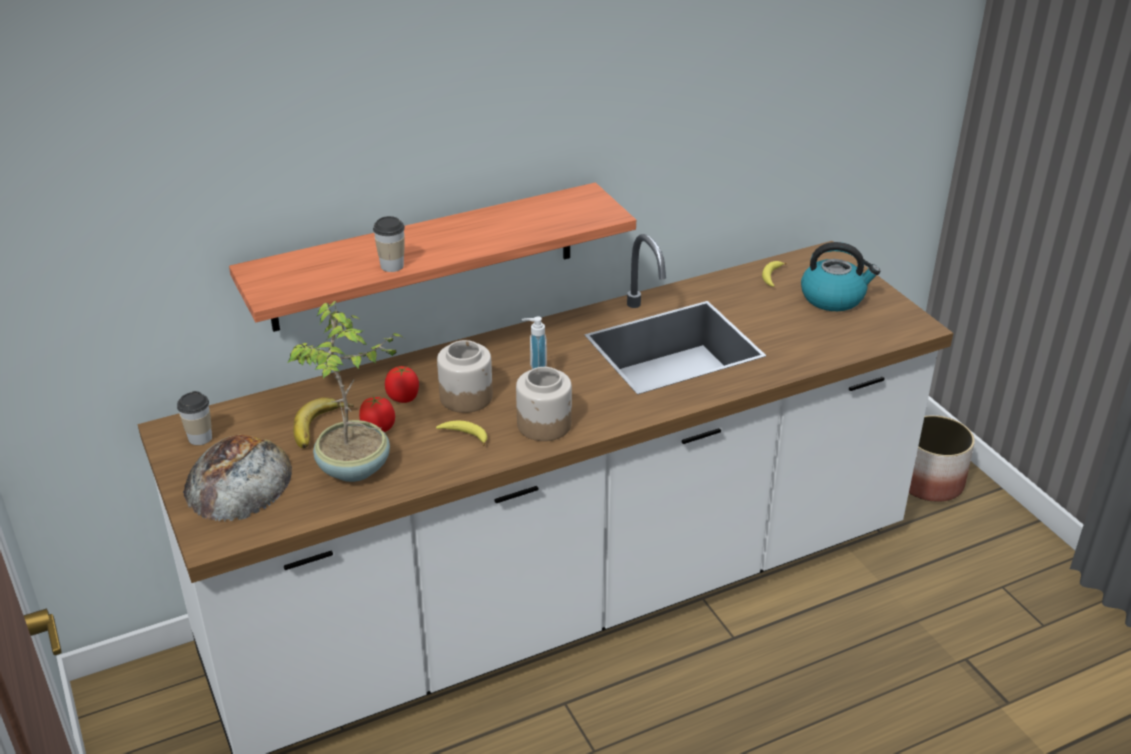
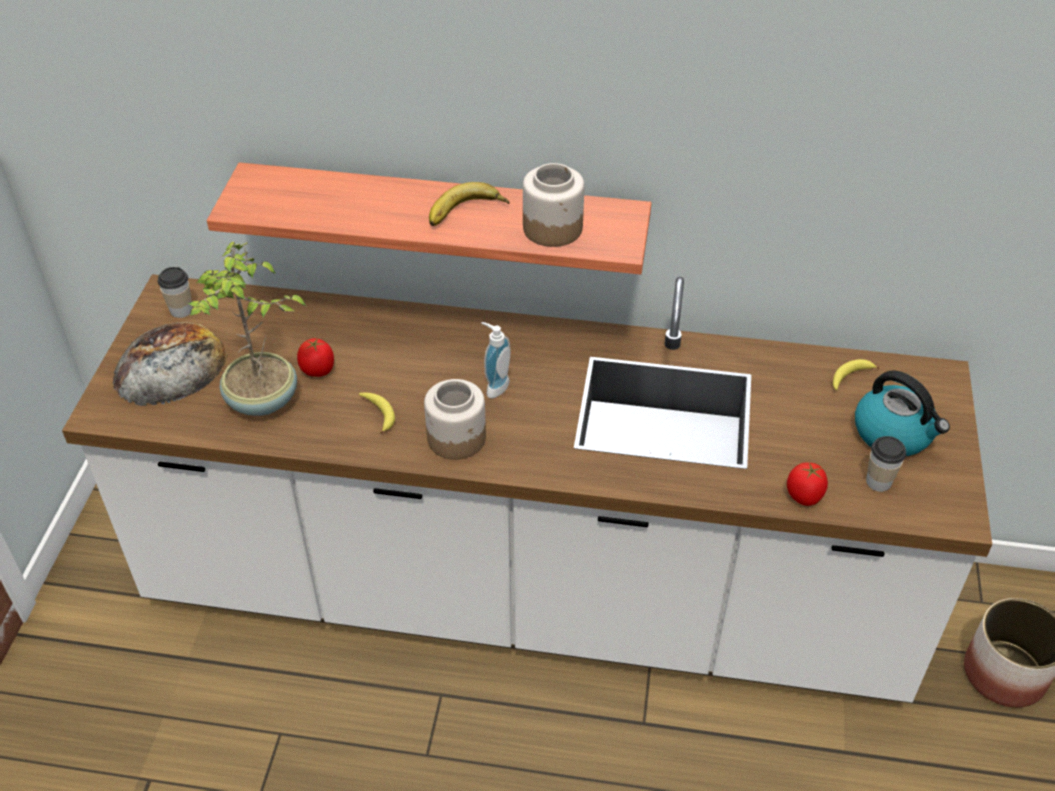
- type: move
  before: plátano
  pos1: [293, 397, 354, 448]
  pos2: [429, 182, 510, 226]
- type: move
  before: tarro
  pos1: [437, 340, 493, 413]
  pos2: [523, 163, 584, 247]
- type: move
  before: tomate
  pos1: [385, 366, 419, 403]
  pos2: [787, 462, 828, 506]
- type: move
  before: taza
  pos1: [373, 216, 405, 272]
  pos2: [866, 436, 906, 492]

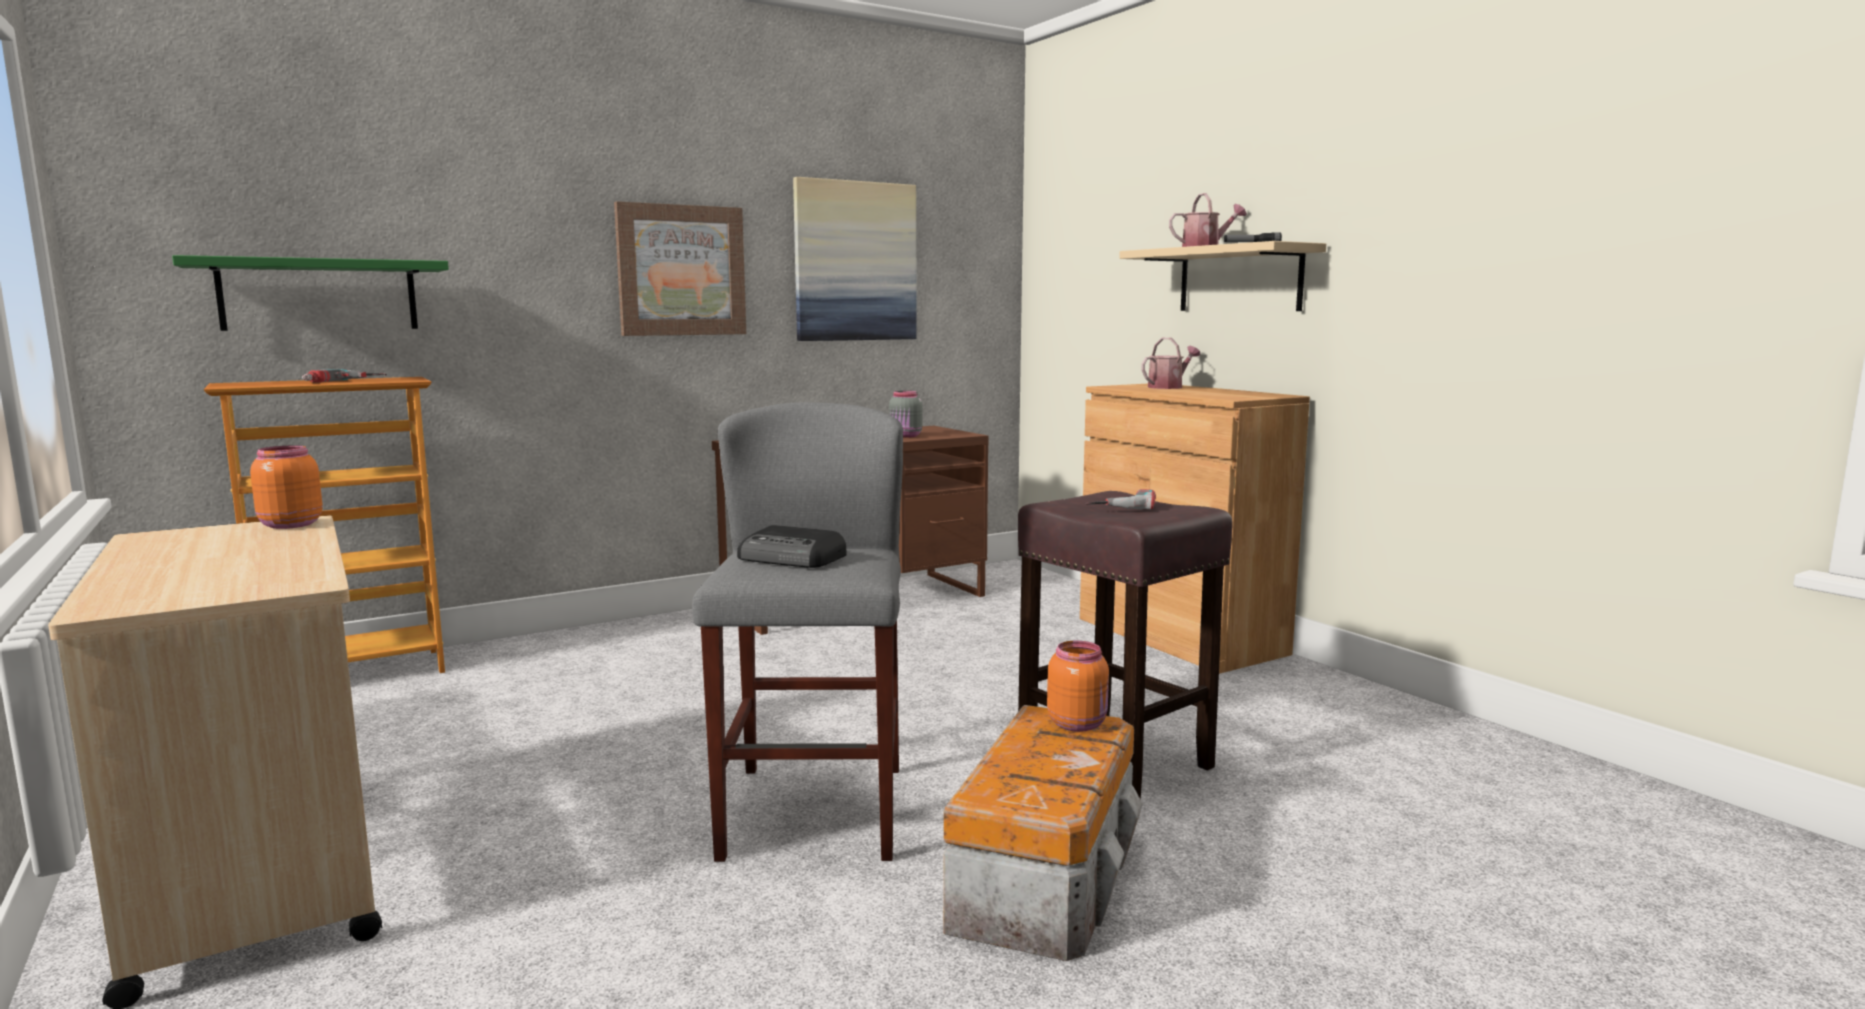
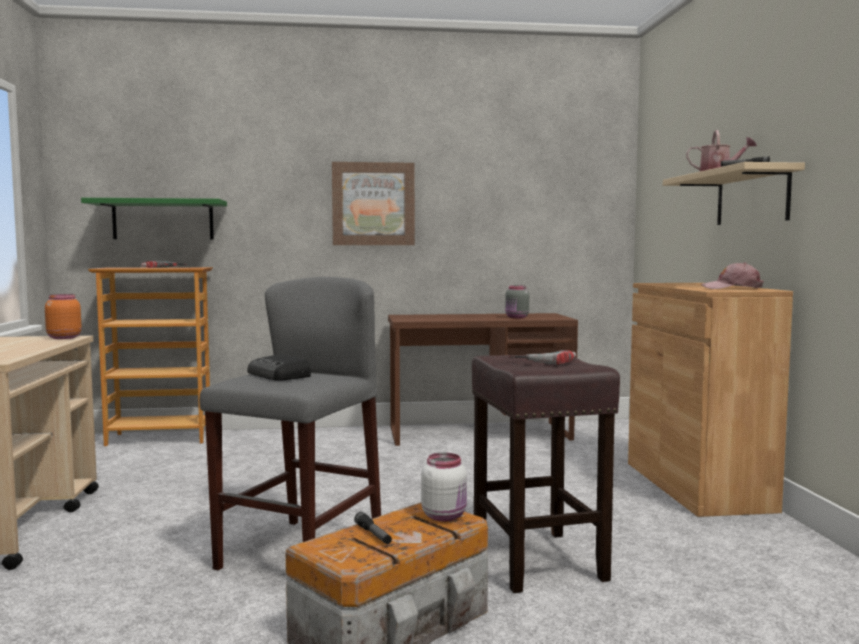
- type: insert
  after: linterna
  pos2: [354, 512, 392, 544]
- type: recolor
  before: tarro (naranja)
  after: tarro (blanco)
  pos1: [1047, 641, 1109, 732]
  pos2: [421, 452, 467, 521]
- type: insert
  after: gorra (rosa)
  pos2: [701, 262, 764, 289]
- type: delete
  before: cuadro
  pos1: [793, 177, 917, 341]
- type: delete
  before: regadera
  pos1: [1141, 338, 1200, 389]

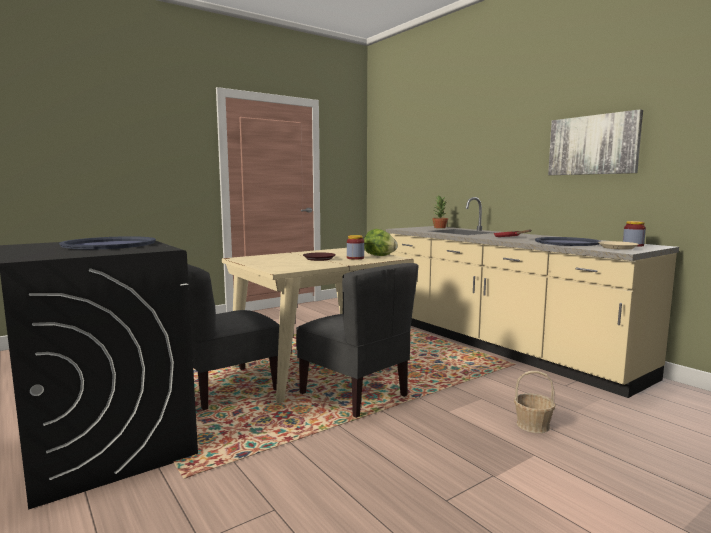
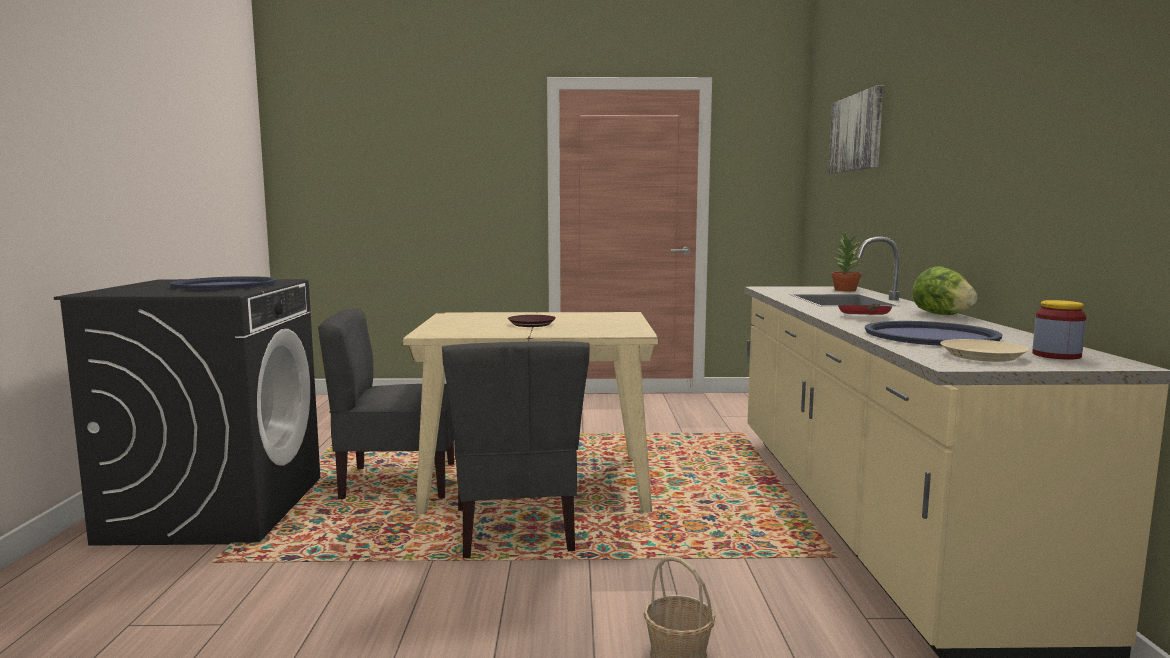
- type: move
  before: cuadro
  pos1: [548, 109, 643, 175]
  pos2: [828, 86, 883, 173]
- type: move
  before: lechuga
  pos1: [364, 229, 398, 256]
  pos2: [912, 266, 977, 315]
- type: delete
  before: tarro
  pos1: [347, 235, 364, 260]

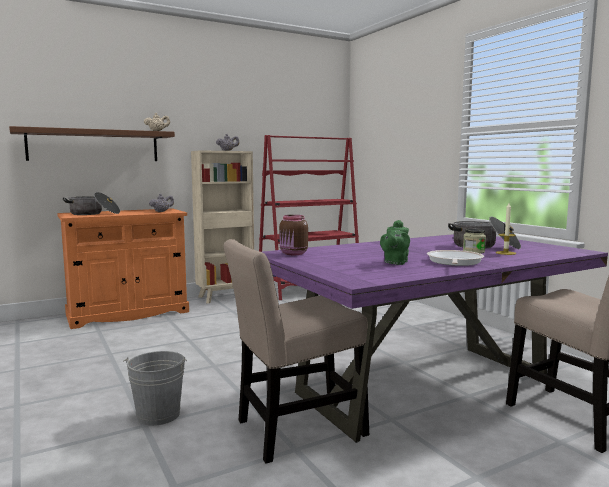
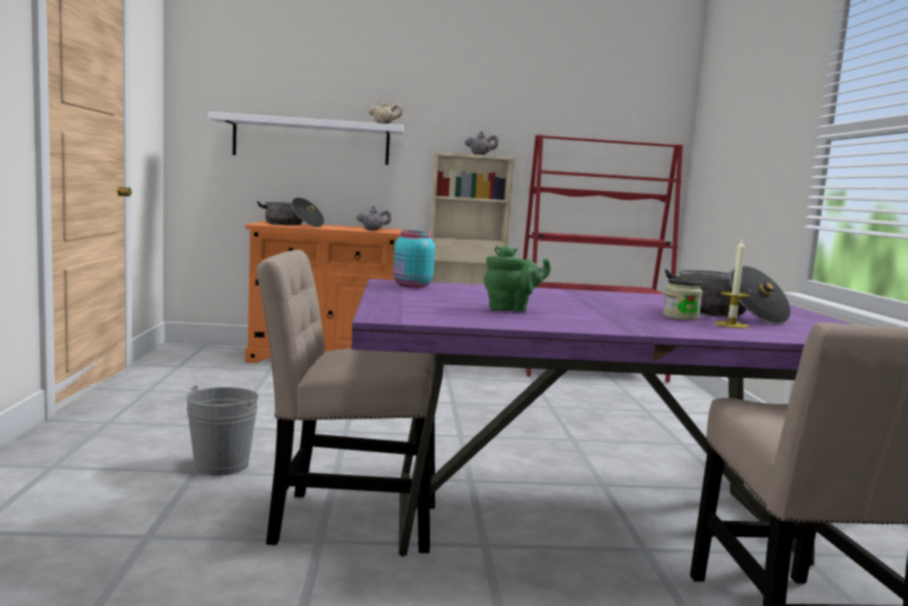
- type: recolor
  before: estante (marrón)
  after: estante (blanco)
  pos1: [9, 126, 175, 161]
  pos2: [208, 112, 404, 165]
- type: recolor
  before: tarro (marrón)
  after: tarro (turquesa)
  pos1: [279, 215, 308, 255]
  pos2: [393, 231, 435, 288]
- type: rotate
  before: tetera (verde)
  pos1: [380, 220, 410, 265]
  pos2: [484, 246, 551, 311]
  turn: -150
- type: delete
  before: sartén
  pos1: [427, 250, 484, 266]

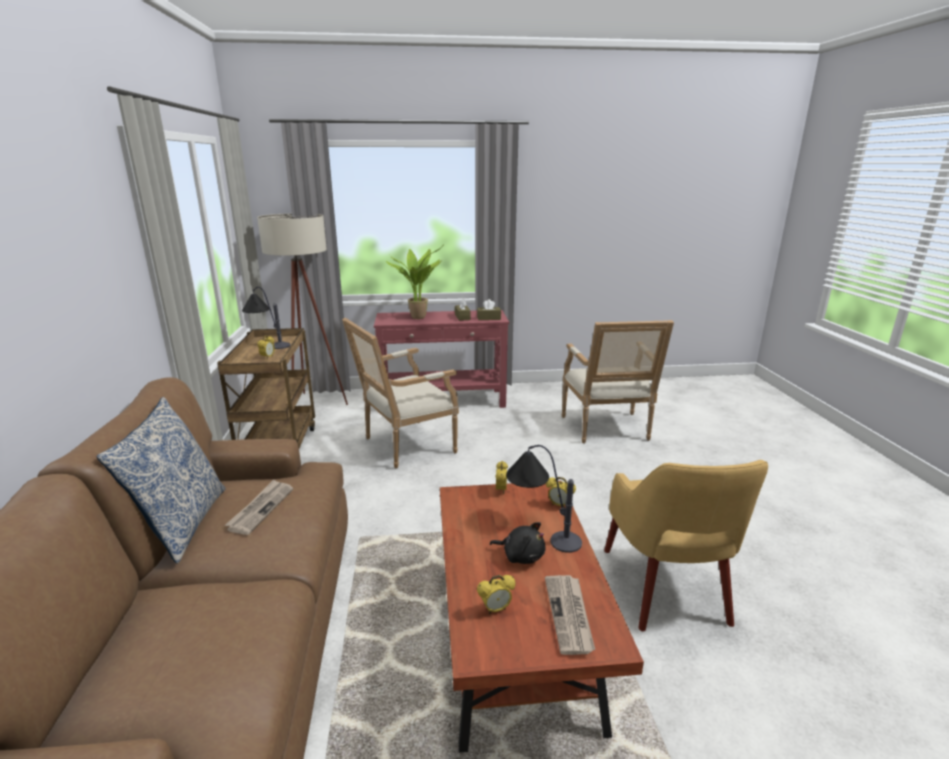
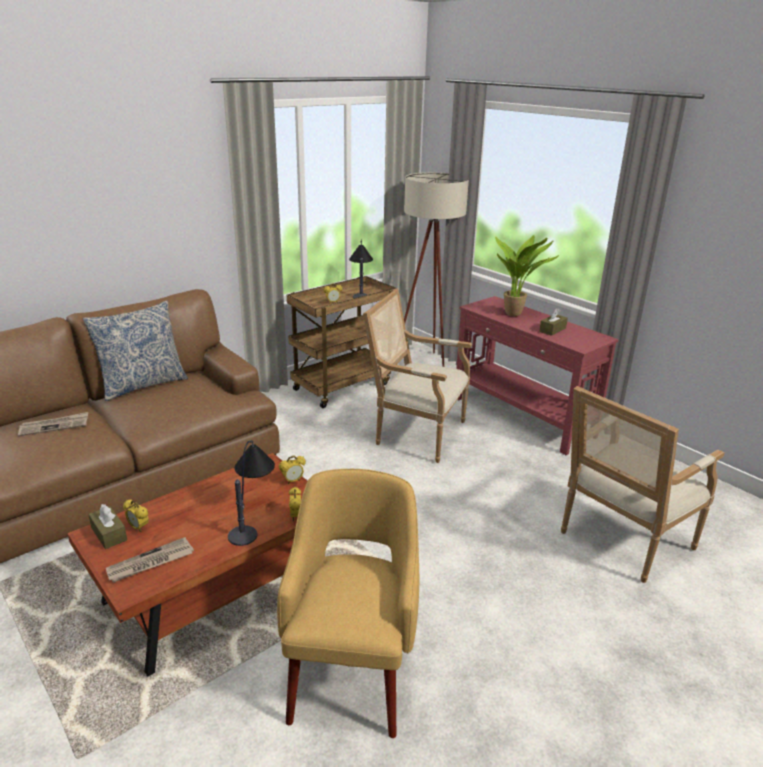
- type: move
  before: periódico
  pos1: [225, 479, 293, 535]
  pos2: [18, 412, 88, 436]
- type: move
  before: caja de pañuelos (marrón)
  pos1: [477, 299, 501, 320]
  pos2: [88, 504, 127, 549]
- type: rotate
  before: sillón (amarillo)
  pos1: [604, 460, 768, 631]
  pos2: [277, 469, 419, 738]
  turn: 135
- type: delete
  before: peluche (negro)
  pos1: [490, 522, 546, 564]

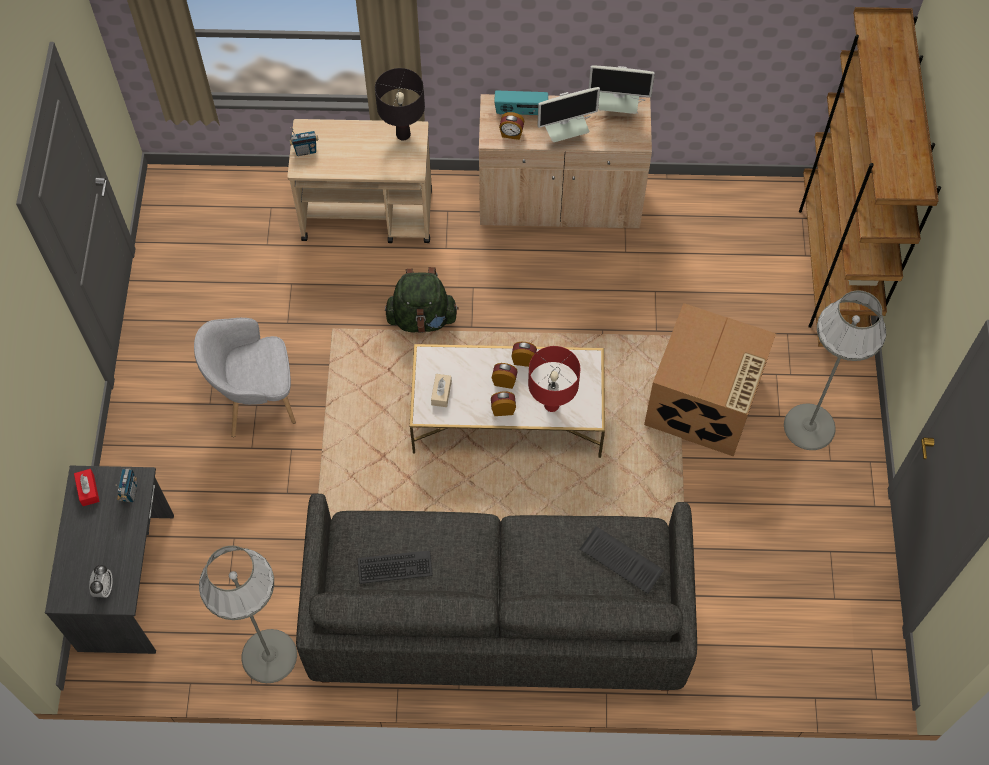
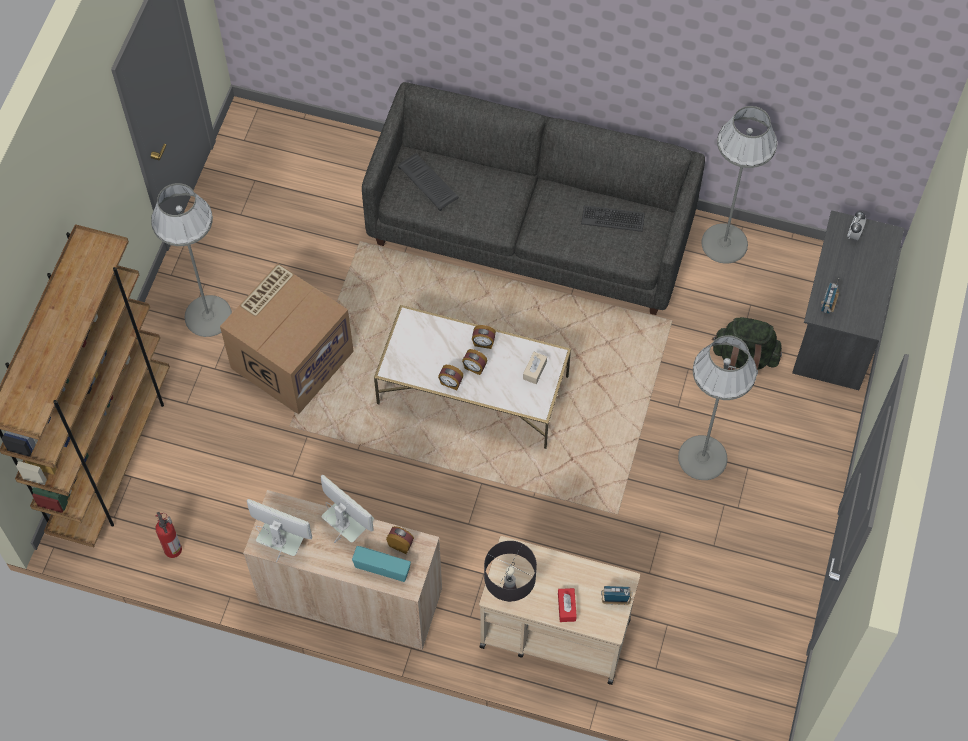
- type: insert
  after: extintor
  pos2: [155, 512, 182, 558]
- type: rotate
  before: monitor
  pos1: [537, 87, 600, 142]
  pos2: [321, 475, 374, 543]
  turn: 45
- type: move
  before: caja de pañuelos (rojo)
  pos1: [74, 469, 100, 506]
  pos2: [558, 588, 577, 622]
- type: replace
  before: sillón (gris)
  after: lámpara de pie (gris)
  pos1: [194, 318, 296, 437]
  pos2: [678, 335, 757, 480]
- type: move
  before: mochila (verde)
  pos1: [385, 267, 459, 333]
  pos2: [712, 317, 782, 375]
- type: delete
  before: lámpara de mesa (rojo)
  pos1: [528, 346, 580, 412]

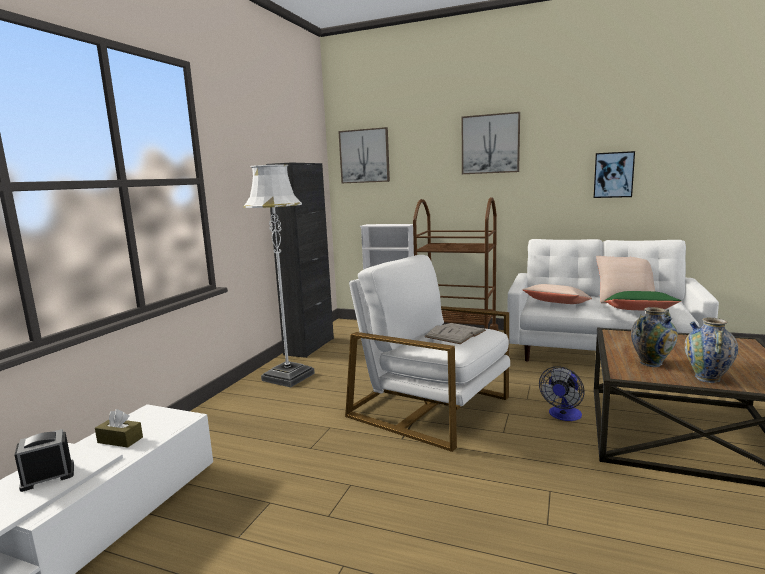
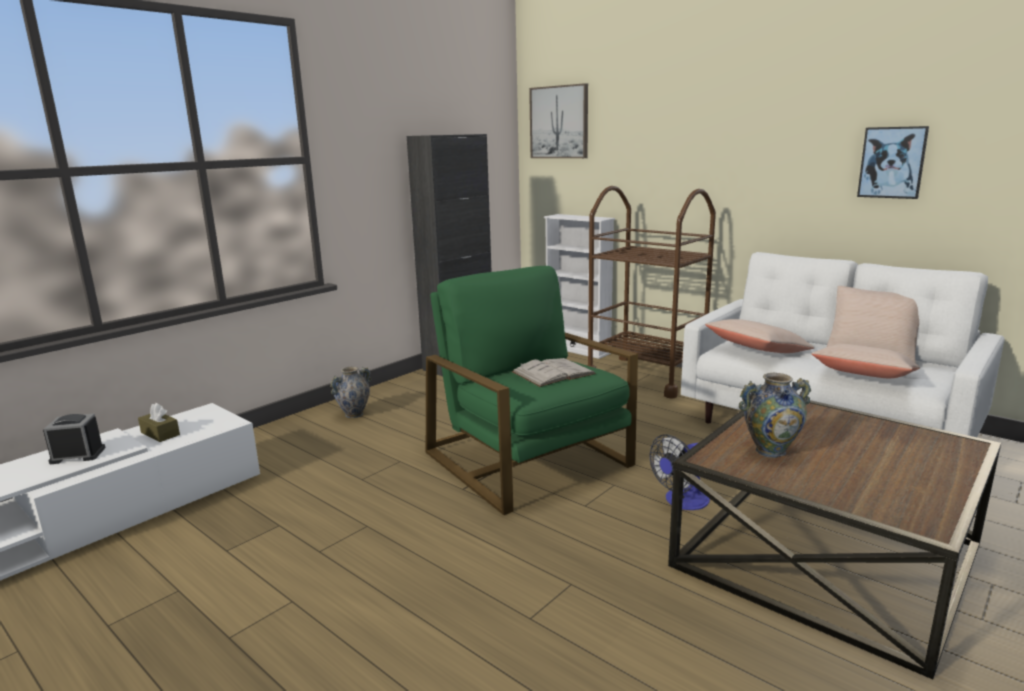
- type: move
  before: florero
  pos1: [684, 317, 738, 383]
  pos2: [330, 367, 371, 418]
- type: recolor
  before: sillón (blanco)
  after: sillón (verde)
  pos1: [345, 255, 510, 452]
  pos2: [425, 266, 638, 515]
- type: recolor
  before: cojín (verde)
  after: cojín (beis)
  pos1: [604, 291, 681, 311]
  pos2: [812, 344, 920, 378]
- type: delete
  before: lámpara de pie (blanco)
  pos1: [243, 165, 315, 387]
- type: delete
  before: cuadro
  pos1: [462, 112, 520, 174]

